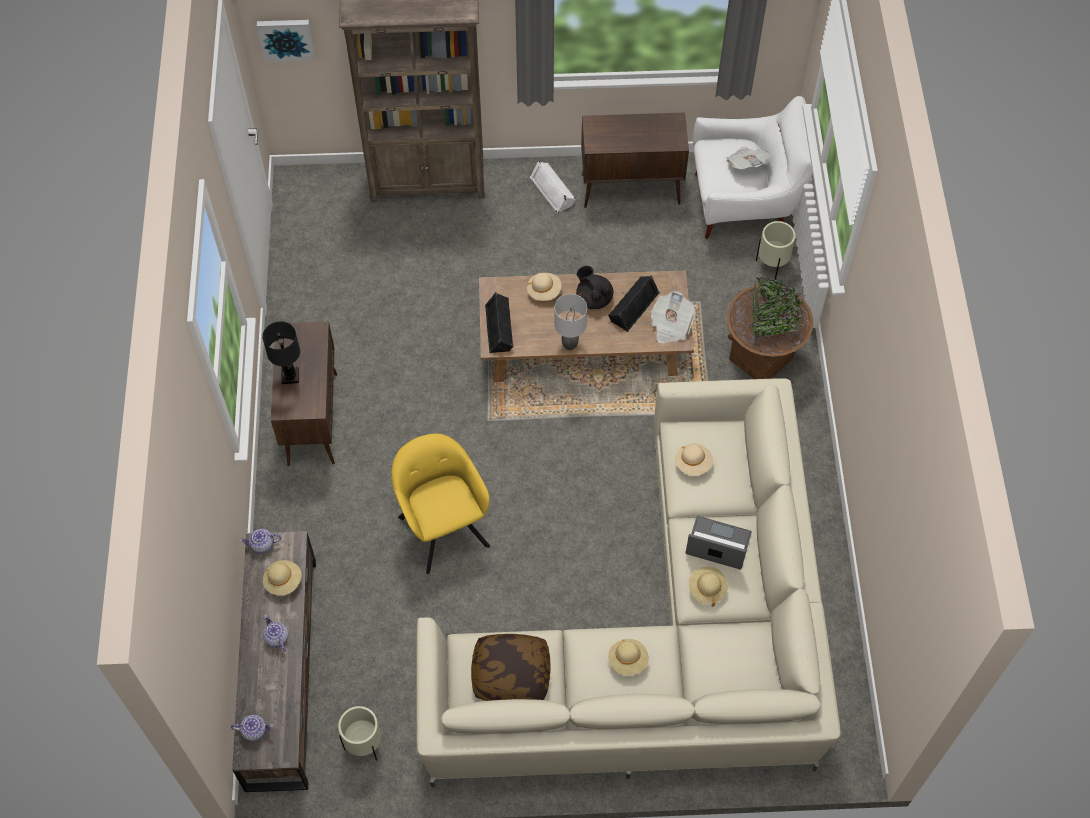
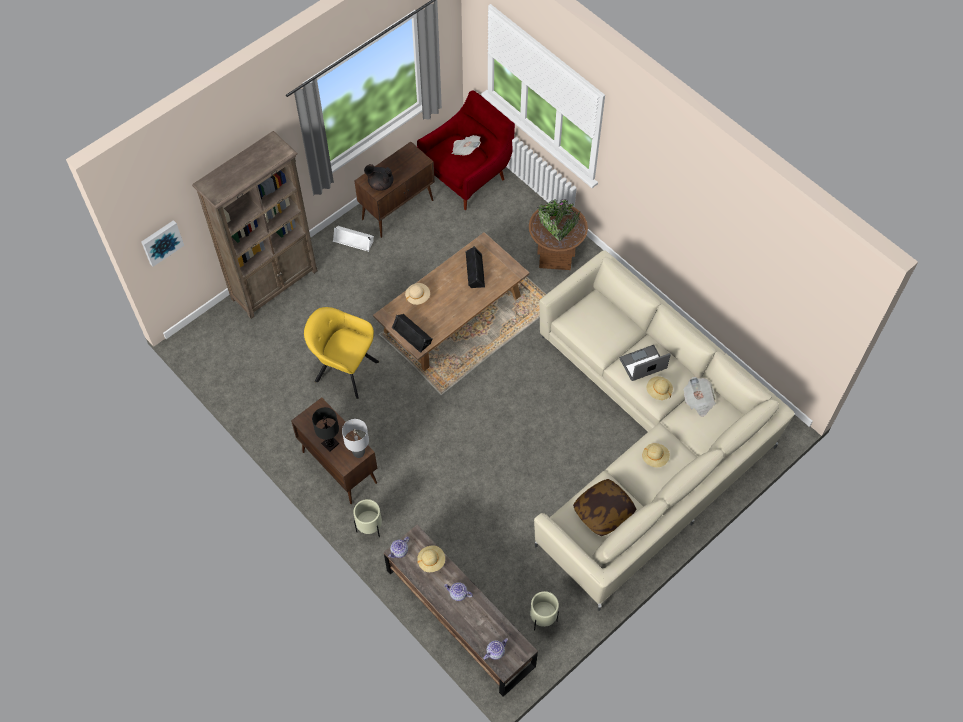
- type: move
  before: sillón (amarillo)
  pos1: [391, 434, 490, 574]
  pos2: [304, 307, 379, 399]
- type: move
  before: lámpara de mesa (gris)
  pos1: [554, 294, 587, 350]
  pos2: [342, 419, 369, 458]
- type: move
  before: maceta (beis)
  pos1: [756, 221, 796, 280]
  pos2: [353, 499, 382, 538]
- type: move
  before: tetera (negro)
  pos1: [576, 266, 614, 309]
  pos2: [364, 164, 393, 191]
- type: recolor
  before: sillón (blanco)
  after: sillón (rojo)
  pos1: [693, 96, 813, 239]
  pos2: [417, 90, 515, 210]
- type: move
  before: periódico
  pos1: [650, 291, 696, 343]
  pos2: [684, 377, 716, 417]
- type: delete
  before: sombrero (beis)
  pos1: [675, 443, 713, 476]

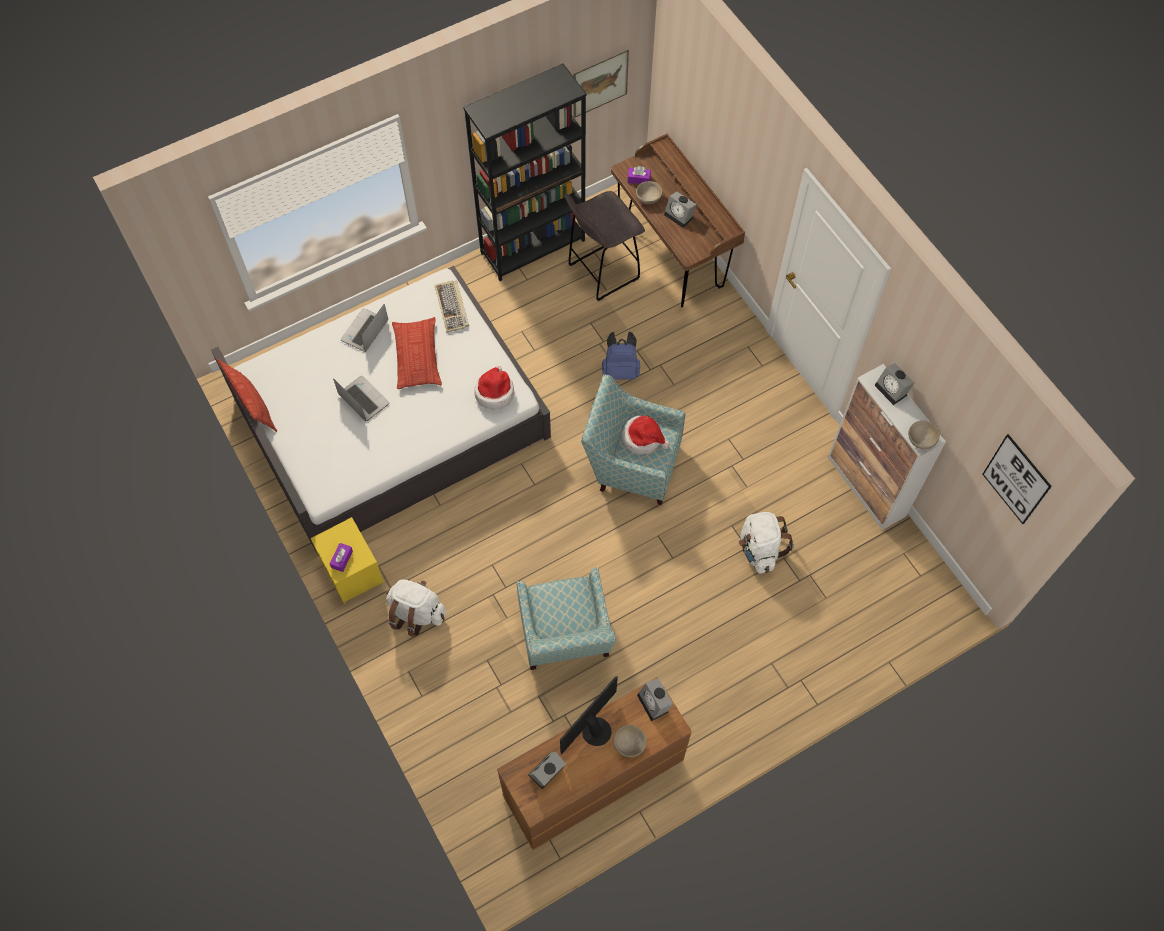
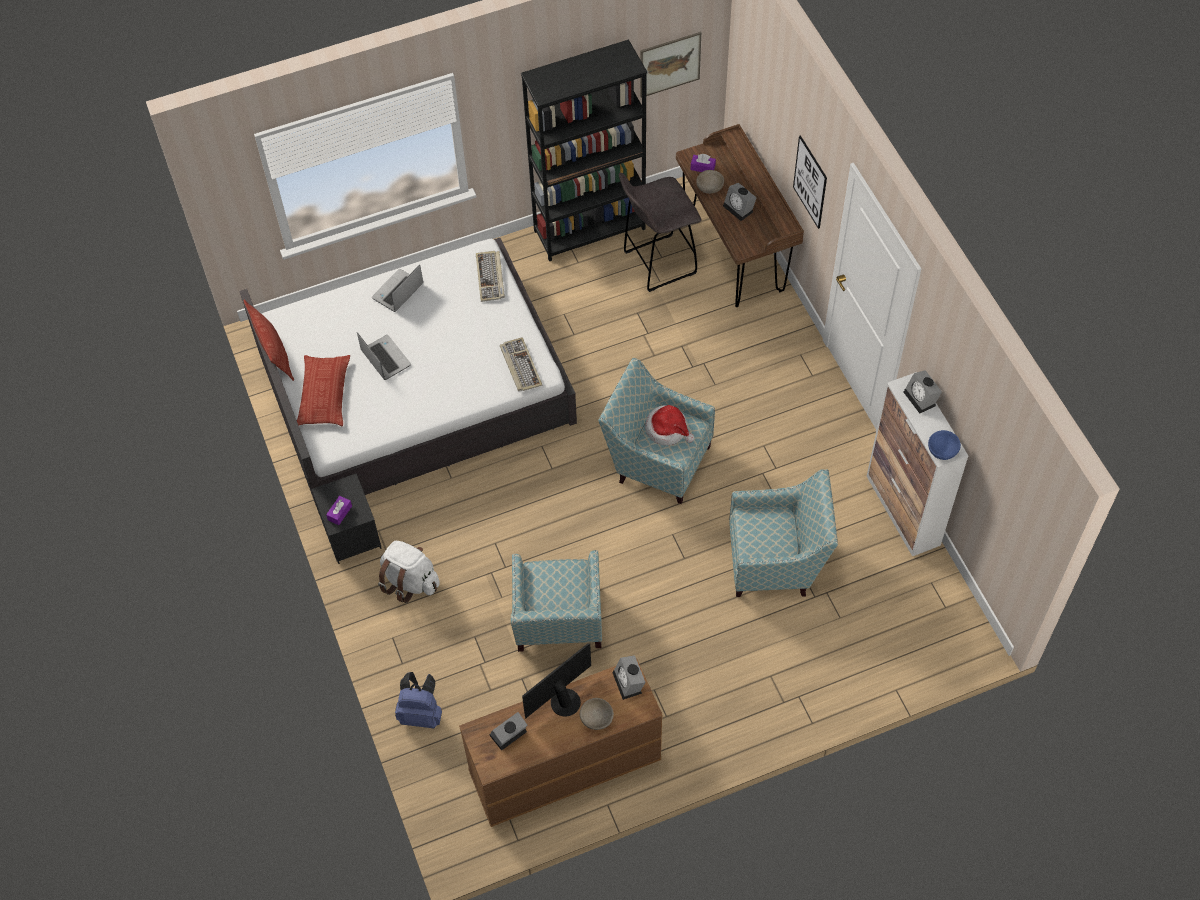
- type: move
  before: cojín
  pos1: [392, 317, 442, 389]
  pos2: [297, 355, 350, 426]
- type: recolor
  before: mesita de noche (amarillo)
  after: mesita de noche (negro)
  pos1: [311, 517, 384, 604]
  pos2: [312, 473, 382, 564]
- type: move
  before: mochila (azul)
  pos1: [602, 332, 640, 379]
  pos2: [395, 672, 442, 728]
- type: replace
  before: sombrero
  after: teclado
  pos1: [474, 366, 514, 409]
  pos2: [500, 337, 542, 391]
- type: replace
  before: mochila (blanco)
  after: sillón
  pos1: [739, 512, 794, 574]
  pos2: [729, 469, 838, 597]
- type: move
  before: cuadro
  pos1: [982, 434, 1052, 524]
  pos2: [793, 135, 827, 229]
- type: recolor
  before: cuenco (beis)
  after: cuenco (azul)
  pos1: [909, 420, 940, 450]
  pos2: [928, 430, 961, 460]

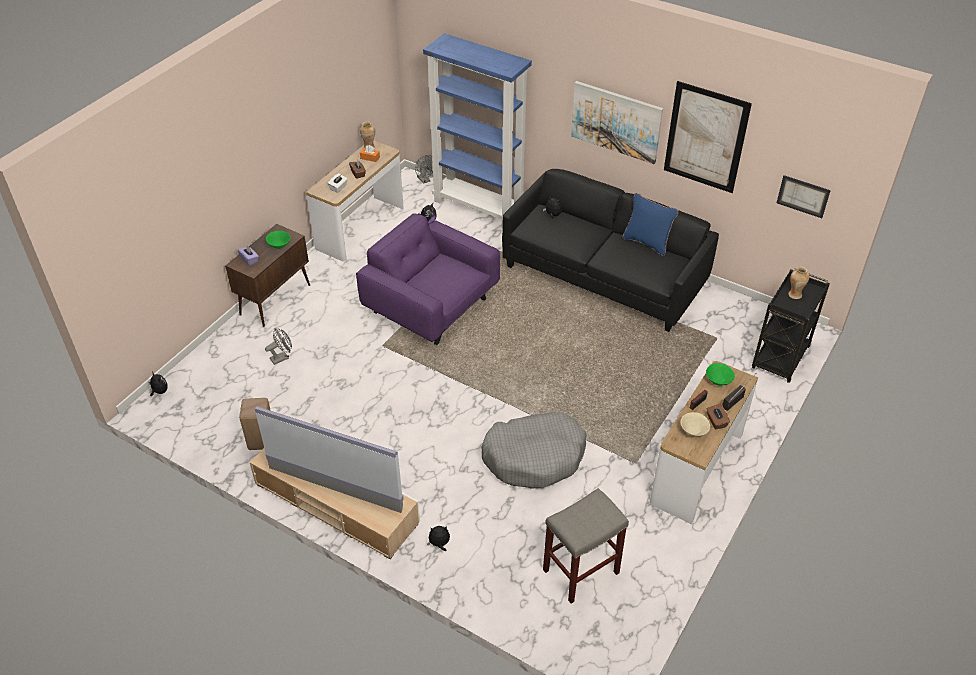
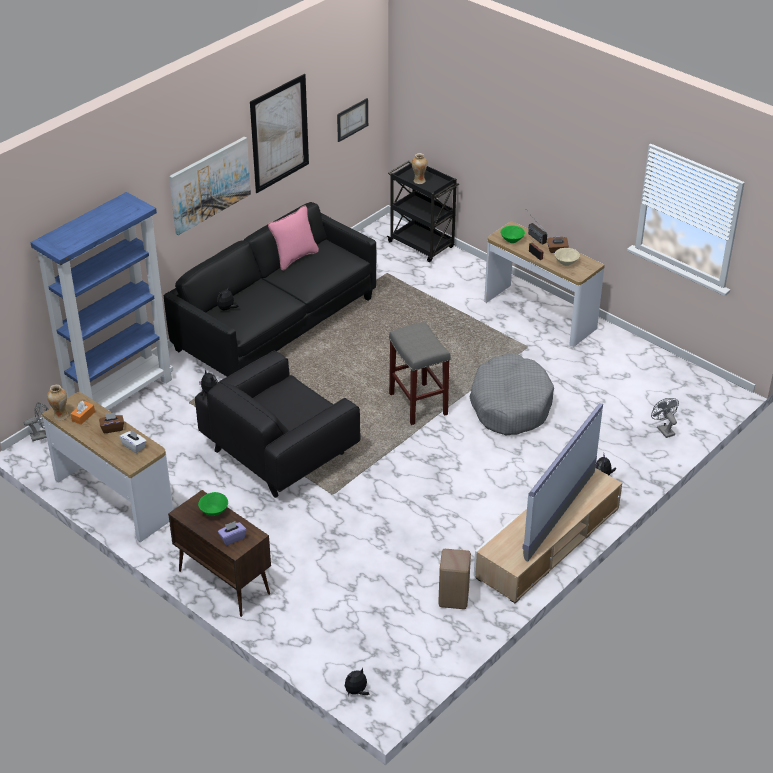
- type: recolor
  before: sillón (morado)
  after: sillón (negro)
  pos1: [356, 213, 500, 345]
  pos2: [195, 350, 361, 498]
- type: recolor
  before: cojín (azul)
  after: cojín (rosa)
  pos1: [622, 193, 678, 256]
  pos2: [268, 206, 319, 270]
- type: move
  before: taburete (gris)
  pos1: [543, 488, 629, 604]
  pos2: [389, 322, 450, 425]
- type: move
  before: ventilador (gris)
  pos1: [265, 328, 292, 365]
  pos2: [651, 398, 679, 438]

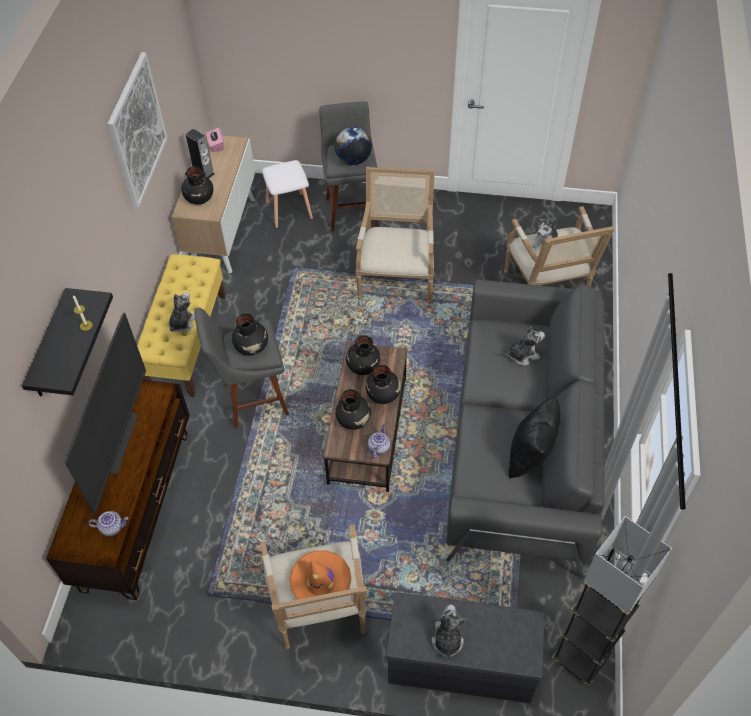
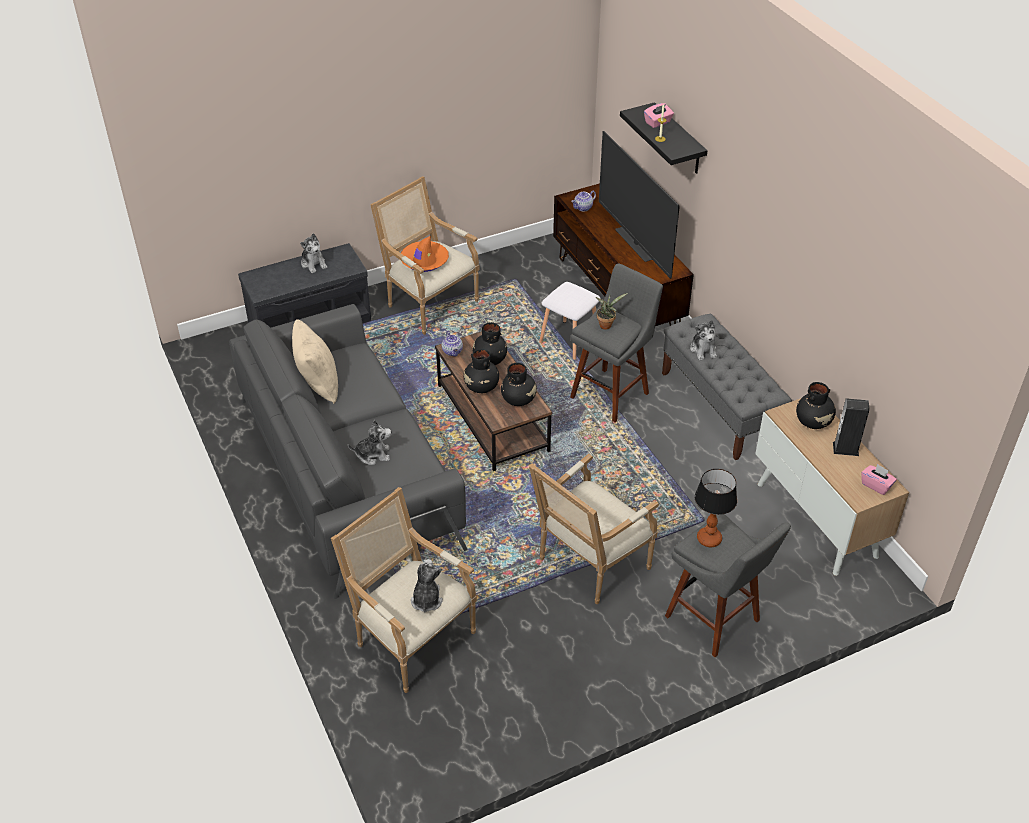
- type: recolor
  before: cojín (negro)
  after: cojín (beis)
  pos1: [509, 396, 560, 478]
  pos2: [292, 319, 338, 404]
- type: rotate
  before: peluche
  pos1: [504, 326, 545, 365]
  pos2: [348, 420, 391, 465]
  turn: -135
- type: rotate
  before: sillón
  pos1: [356, 167, 435, 304]
  pos2: [529, 454, 659, 604]
  turn: 75
- type: move
  before: taburete (blanco)
  pos1: [262, 160, 313, 228]
  pos2: [539, 282, 601, 360]
- type: replace
  before: florero (negro)
  after: planta en maceta
  pos1: [232, 313, 268, 356]
  pos2: [596, 293, 628, 330]
- type: insert
  after: caja de pañuelos (rosa)
  pos2: [644, 103, 674, 128]
- type: recolor
  before: banco (amarillo)
  after: banco (gris)
  pos1: [137, 254, 226, 397]
  pos2: [662, 314, 792, 460]
- type: replace
  before: globo terráqueo
  after: lámpara de mesa
  pos1: [335, 127, 372, 165]
  pos2: [695, 469, 737, 547]
- type: delete
  before: cuadro
  pos1: [107, 52, 168, 209]
- type: delete
  before: lámpara de pie (gris)
  pos1: [552, 516, 672, 686]

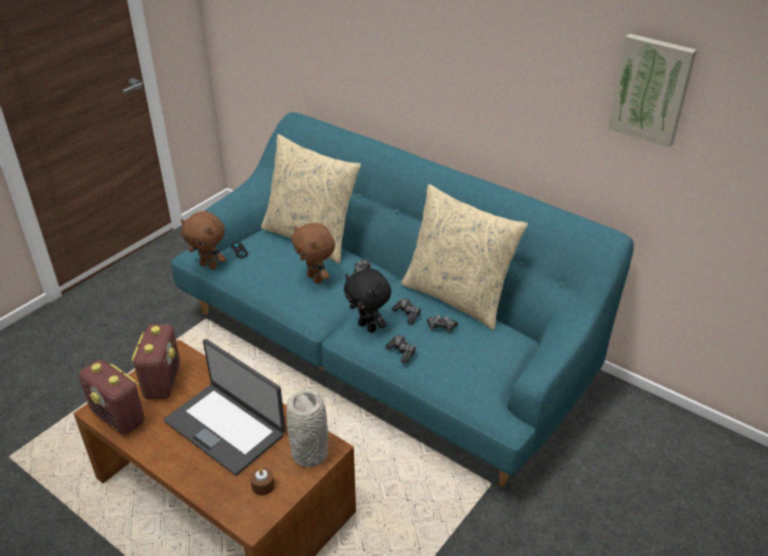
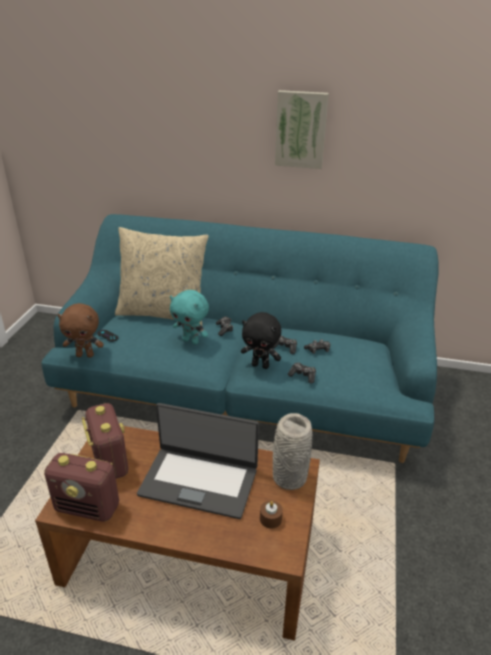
- type: recolor
  before: peluche (marrón)
  after: peluche (turquesa)
  pos1: [292, 223, 335, 284]
  pos2: [170, 290, 209, 345]
- type: move
  before: cuadro
  pos1: [608, 34, 697, 147]
  pos2: [275, 90, 329, 169]
- type: delete
  before: cojín (beis)
  pos1: [401, 184, 528, 330]

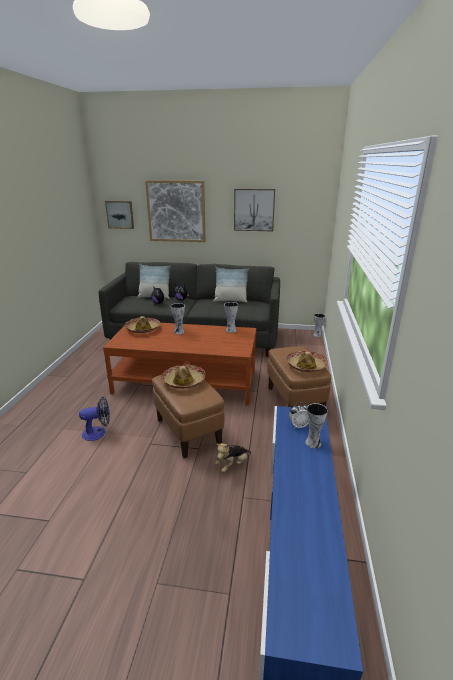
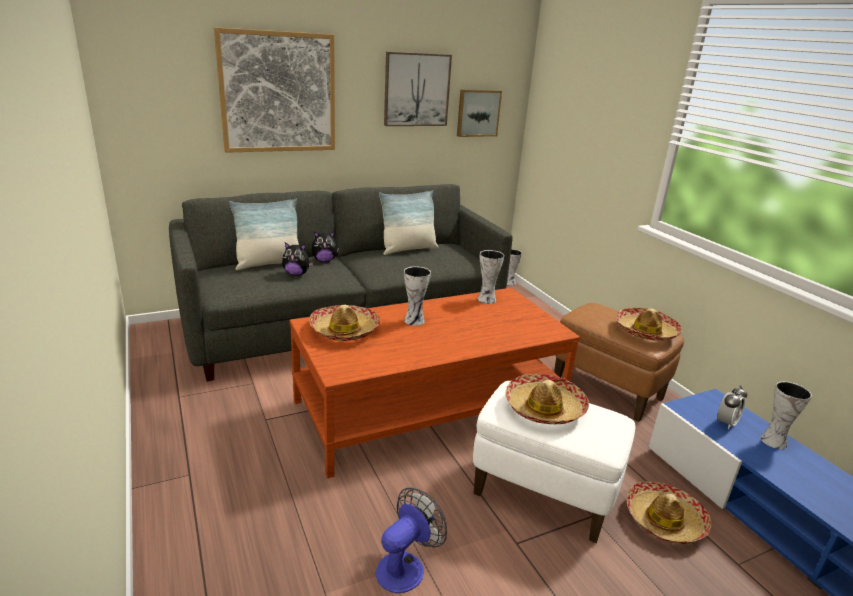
- type: move
  before: cuadro
  pos1: [105, 201, 134, 229]
  pos2: [457, 90, 502, 137]
- type: recolor
  before: puf (marrón)
  after: puf (blanco)
  pos1: [152, 375, 224, 458]
  pos2: [473, 381, 635, 543]
- type: replace
  before: peluche
  after: sombrero
  pos1: [215, 443, 251, 473]
  pos2: [627, 481, 712, 544]

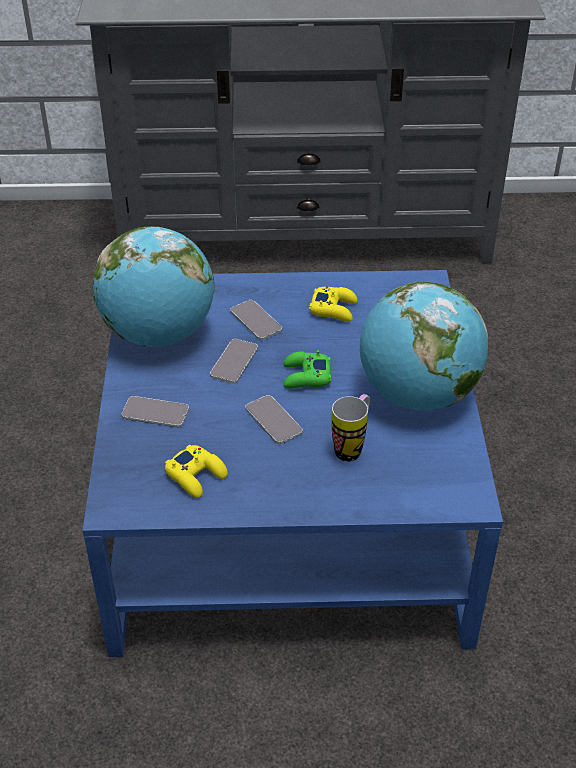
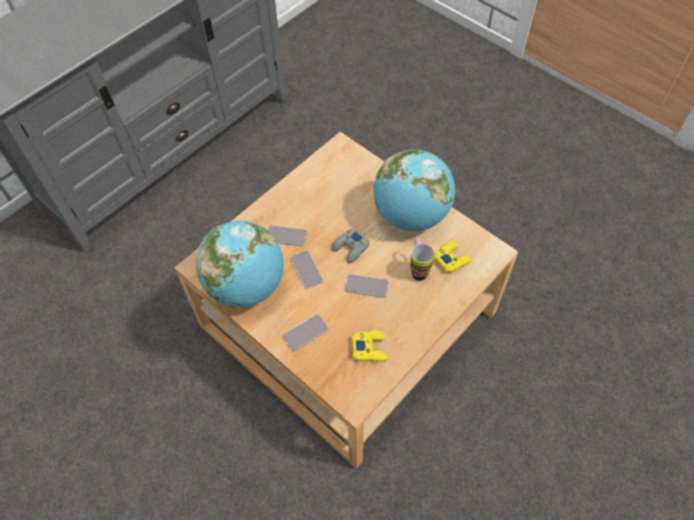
- type: recolor
  before: mesa de centro (azul)
  after: mesa de centro (beis)
  pos1: [82, 270, 503, 657]
  pos2: [175, 132, 518, 469]
- type: recolor
  before: mando de consola (verde)
  after: mando de consola (gris)
  pos1: [283, 350, 331, 389]
  pos2: [332, 229, 369, 264]
- type: move
  before: mando de consola (amarillo)
  pos1: [309, 287, 358, 322]
  pos2: [434, 241, 472, 273]

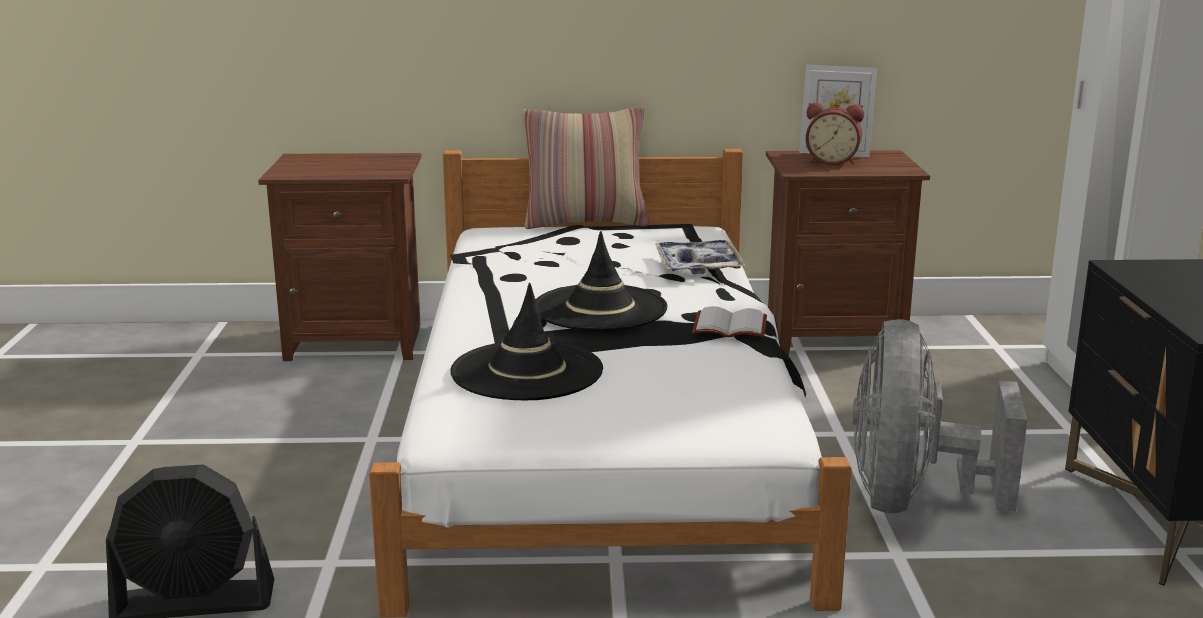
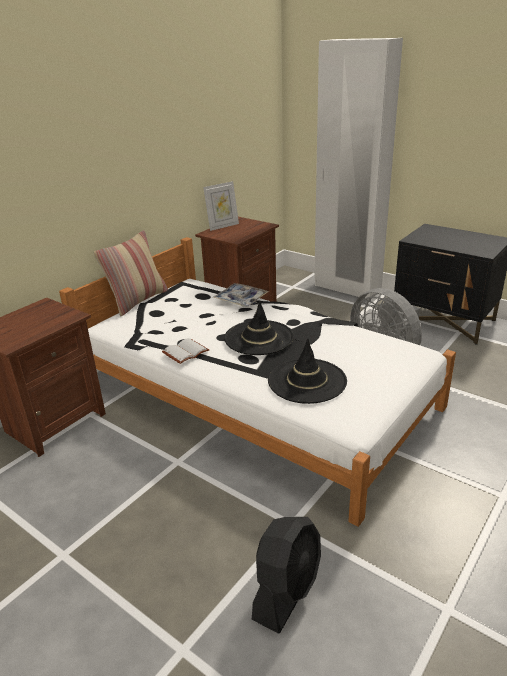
- type: move
  before: libro (blanco)
  pos1: [692, 306, 767, 338]
  pos2: [162, 338, 209, 364]
- type: delete
  before: despertador
  pos1: [805, 103, 864, 165]

